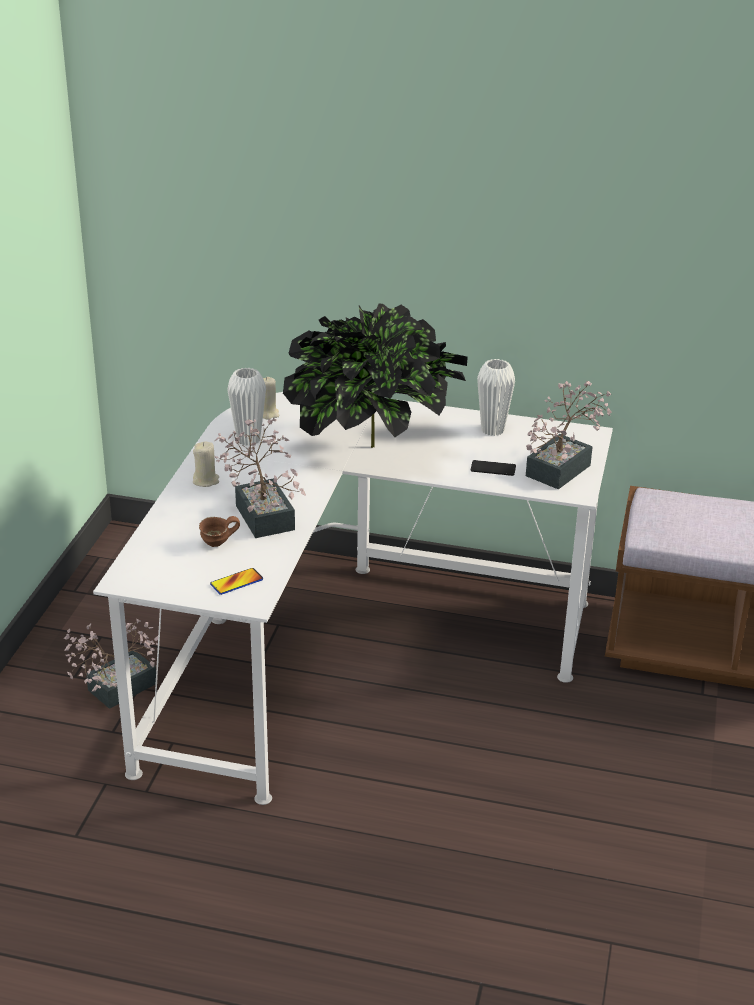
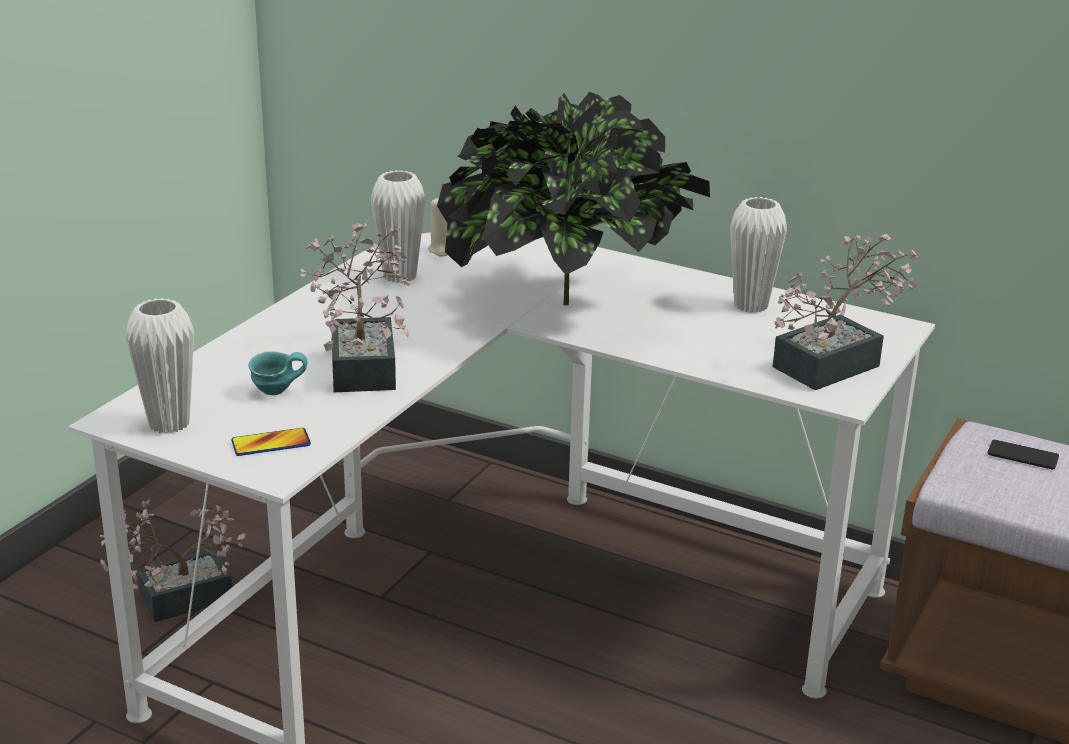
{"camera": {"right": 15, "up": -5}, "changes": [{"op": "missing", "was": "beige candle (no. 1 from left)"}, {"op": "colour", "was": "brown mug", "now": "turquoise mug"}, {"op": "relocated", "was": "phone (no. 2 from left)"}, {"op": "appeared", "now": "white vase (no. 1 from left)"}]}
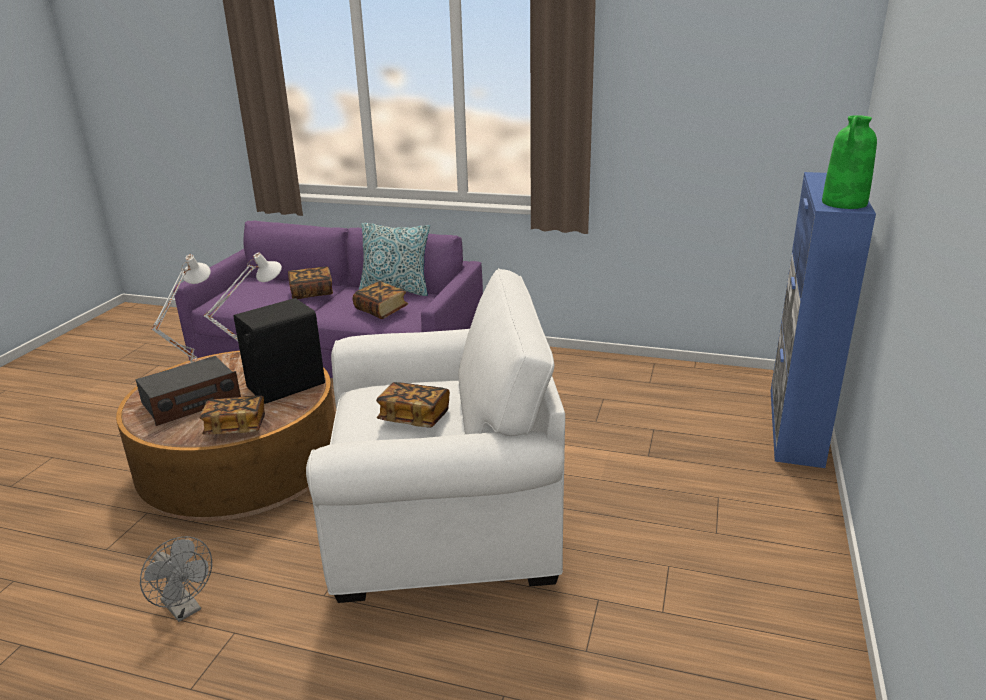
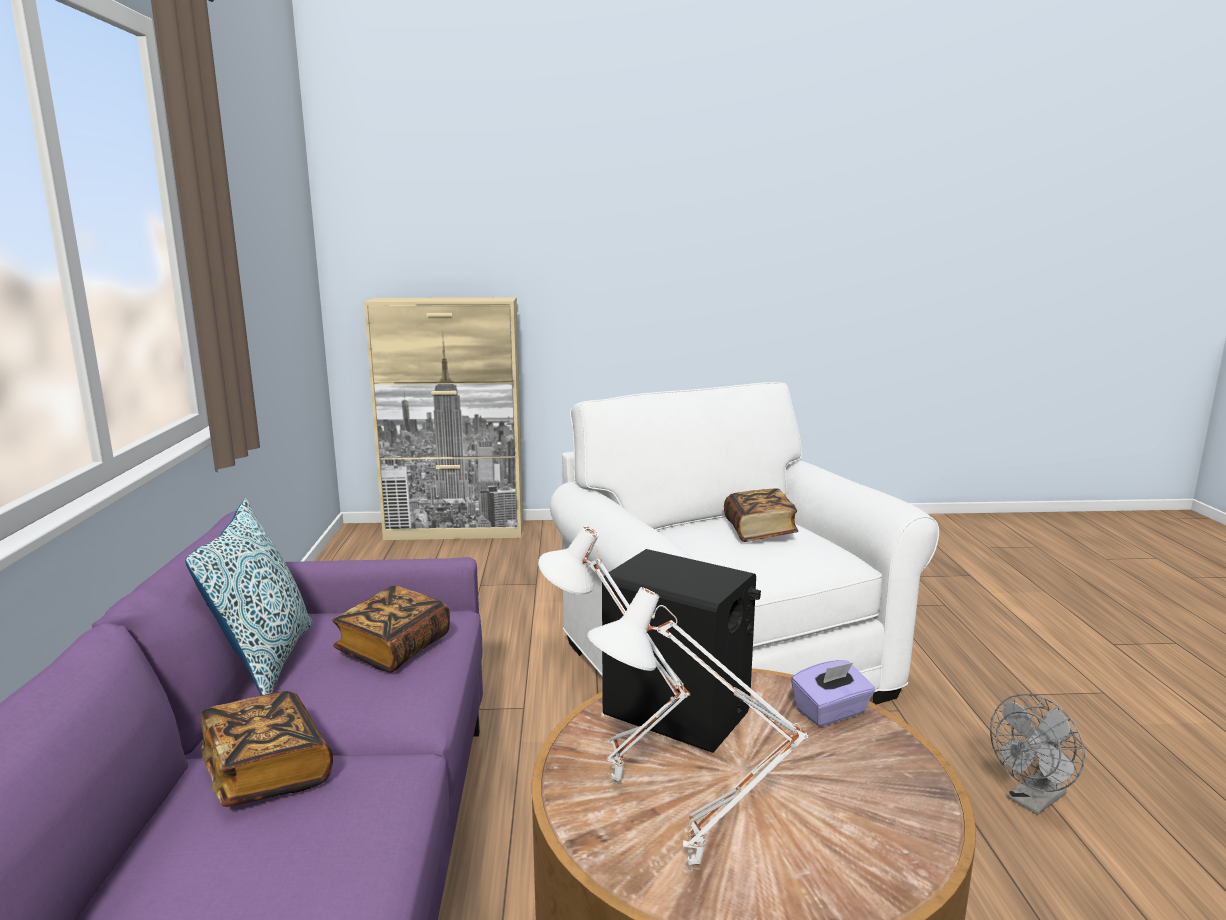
{"camera": {"right": -110, "up": -10}, "changes": [{"op": "missing", "was": "radio"}, {"op": "spun", "was": "grey fan", "clockwise": -150}, {"op": "exchanged", "was": "book (no. 1 from left)", "now": "purple tissue box"}, {"op": "colour", "was": "blue cabinet", "now": "beige cabinet"}, {"op": "missing", "was": "green vase"}]}
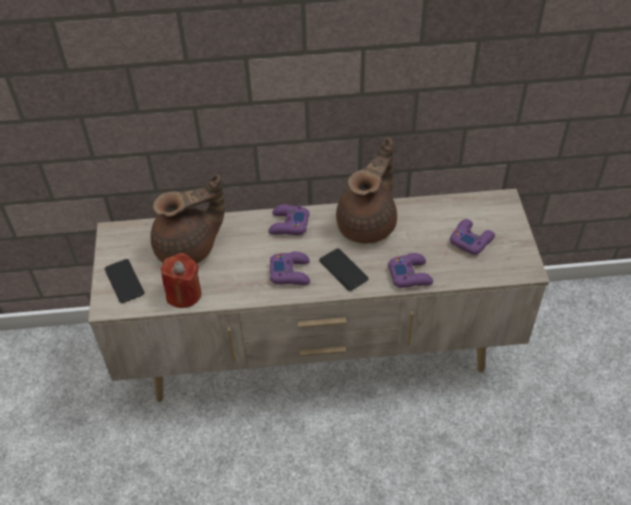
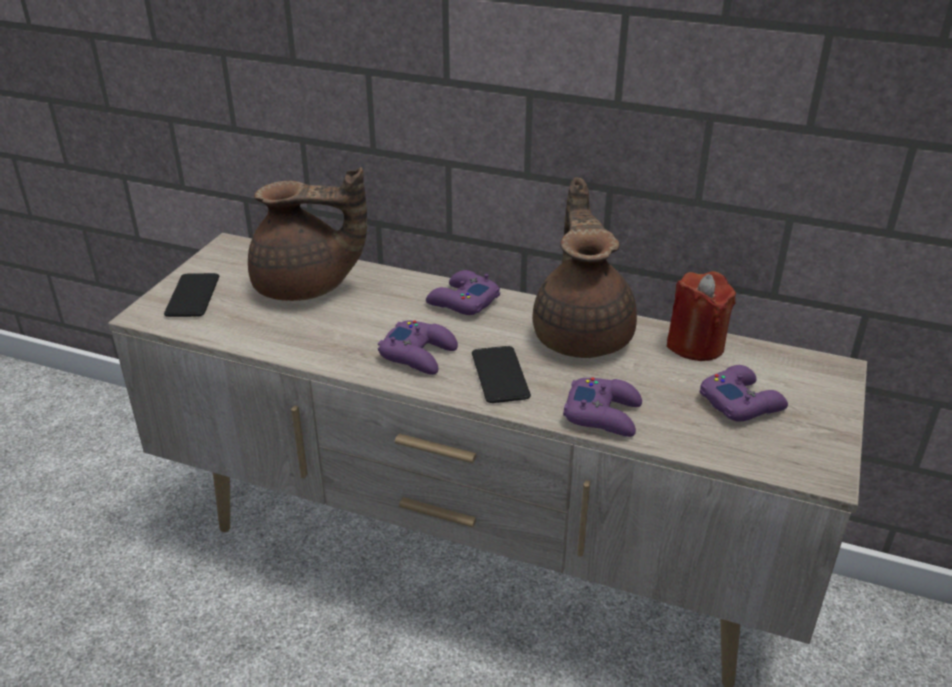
{"camera": {"right": 25, "up": -15}, "changes": [{"op": "relocated", "was": "red candle"}, {"op": "spun", "was": "brown teapot (no. 2 from left)", "clockwise": -60}]}
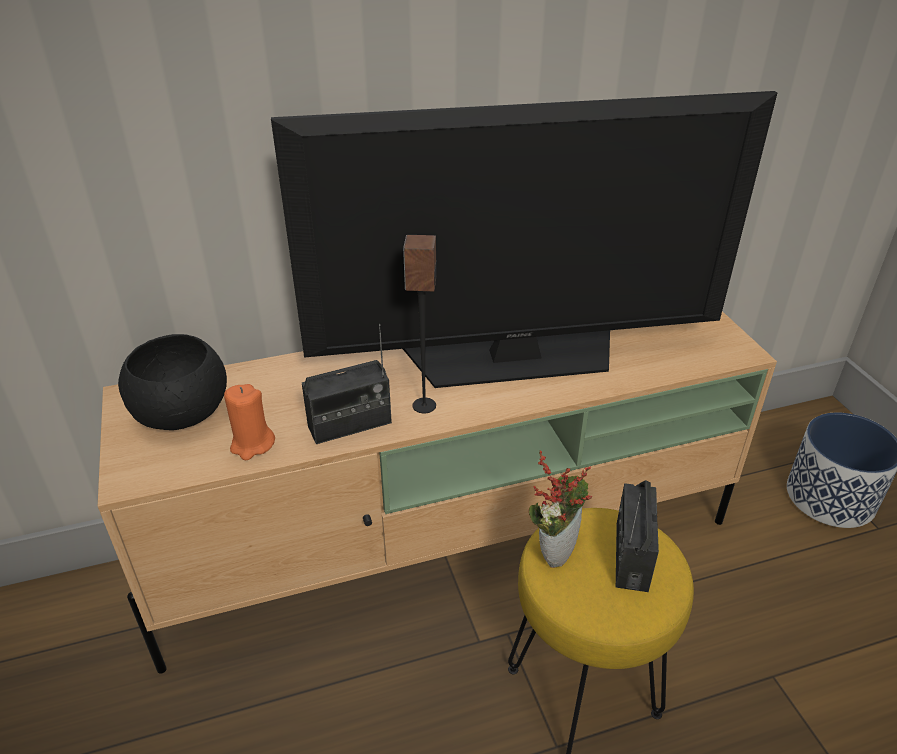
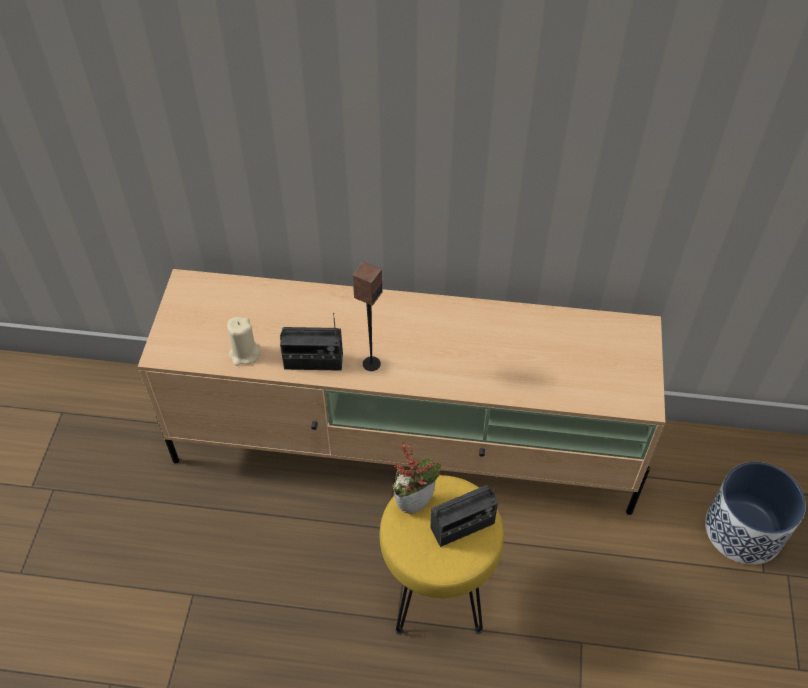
{"camera": {"right": 25, "up": 15}, "changes": [{"op": "missing", "was": "black bowl"}, {"op": "colour", "was": "orange candle", "now": "beige candle"}, {"op": "missing", "was": "television"}, {"op": "spun", "was": "radio (no. 2 from left)", "clockwise": -150}]}
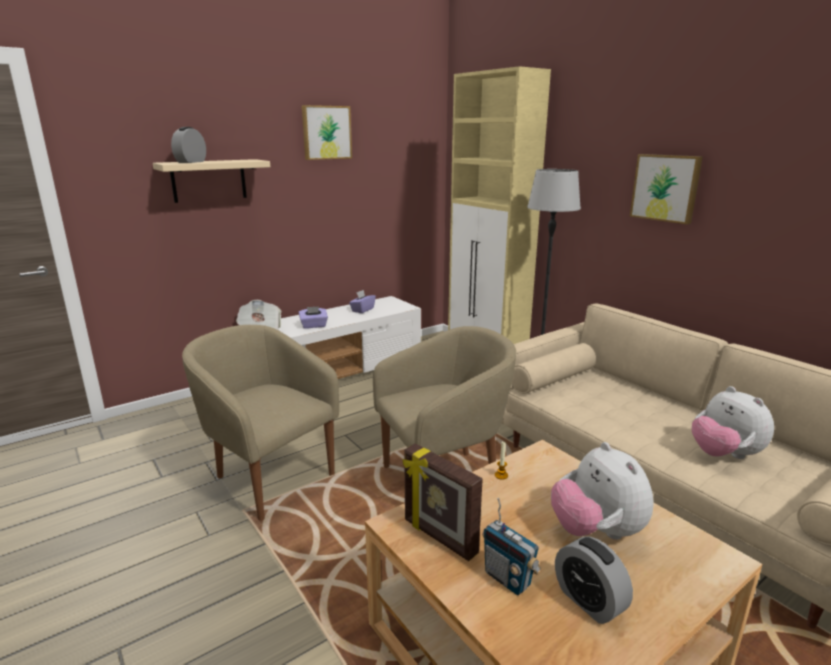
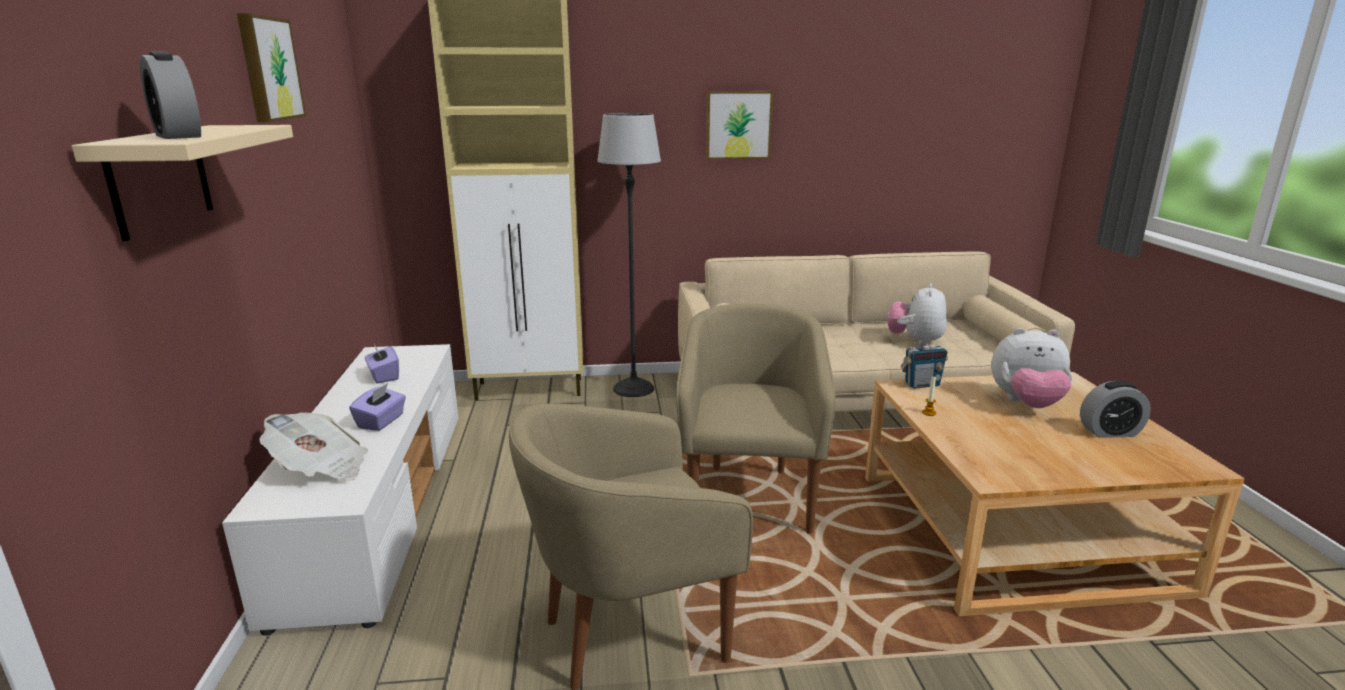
{"camera": {"right": -60, "up": 0}, "changes": [{"op": "missing", "was": "picture frame"}, {"op": "relocated", "was": "radio"}, {"op": "spun", "was": "plush toy (no. 2 from left in the first image)", "clockwise": 105}]}
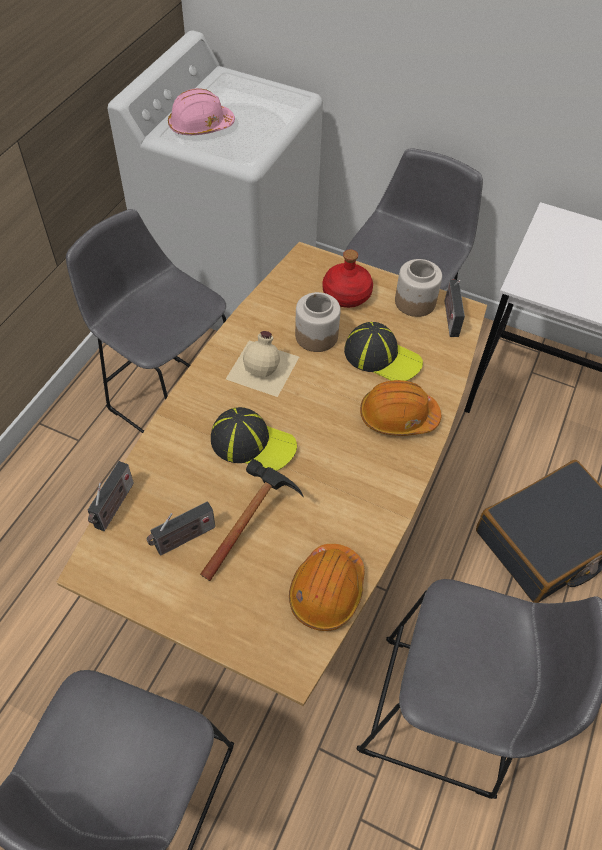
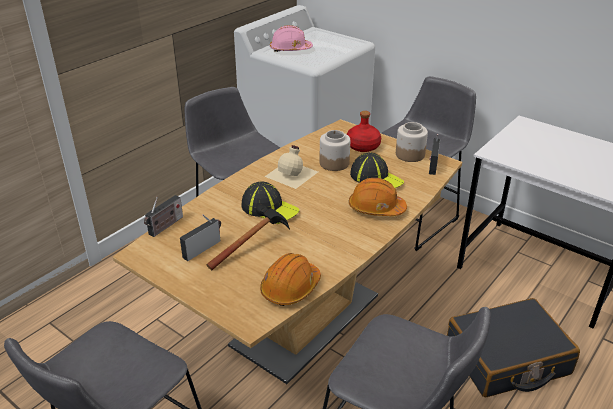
{"camera": {"right": 15, "up": -20}, "changes": [{"op": "spun", "was": "radio (no. 2 from left)", "clockwise": 150}]}
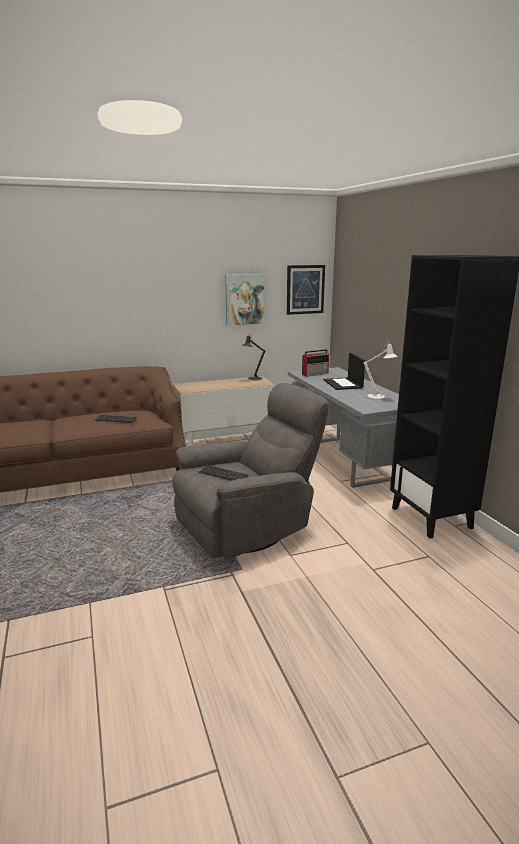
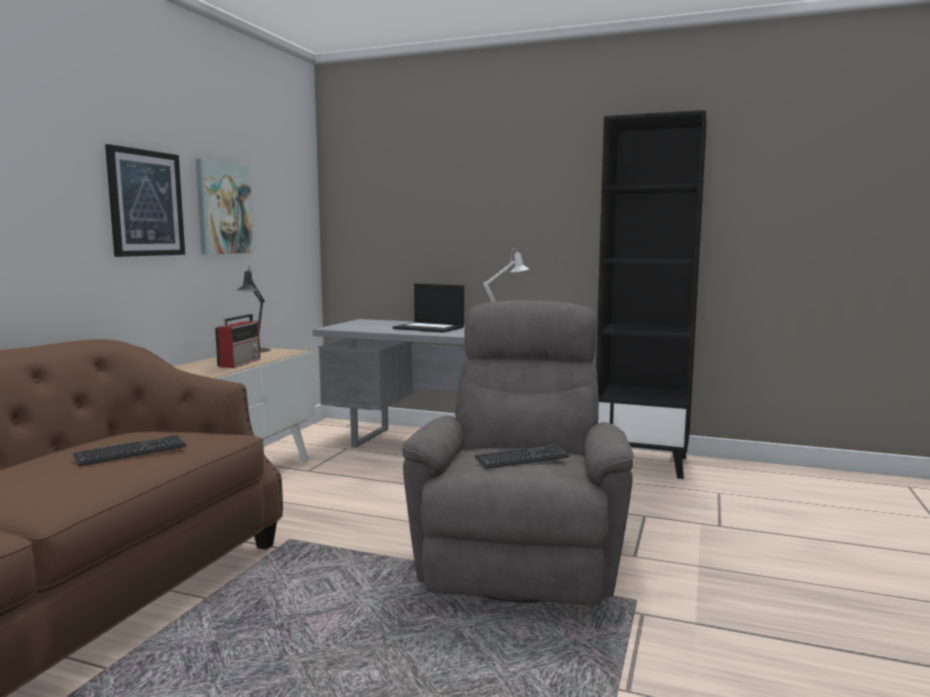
{"camera": {"right": -50, "up": -10}, "changes": [{"op": "relocated", "was": "picture (no. 2 from left in the first image)", "now": "picture (no. 1 from left)"}, {"op": "relocated", "was": "radio"}]}
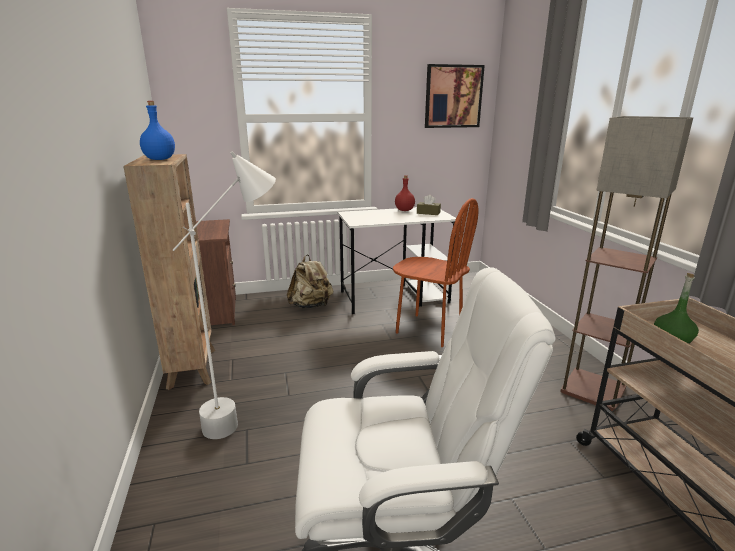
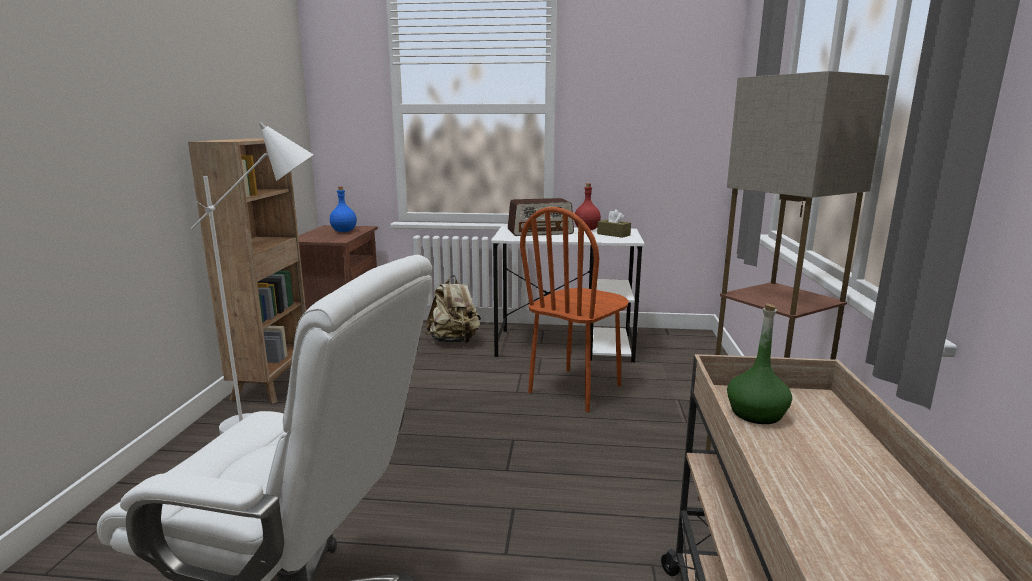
{"camera": {"right": 20, "up": -5}, "changes": [{"op": "relocated", "was": "blue bottle"}, {"op": "spun", "was": "brown chair", "clockwise": 75}, {"op": "missing", "was": "picture"}, {"op": "appeared", "now": "radio"}]}
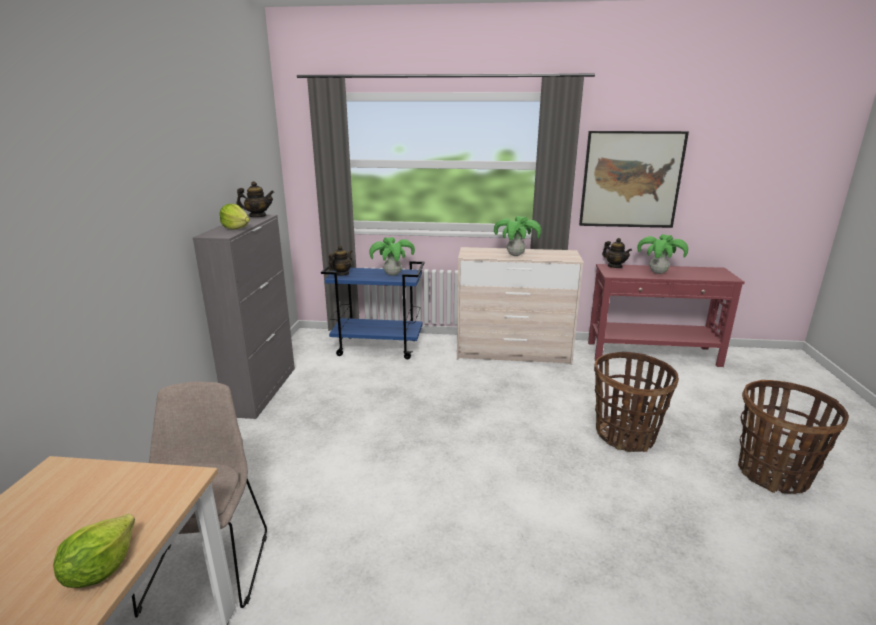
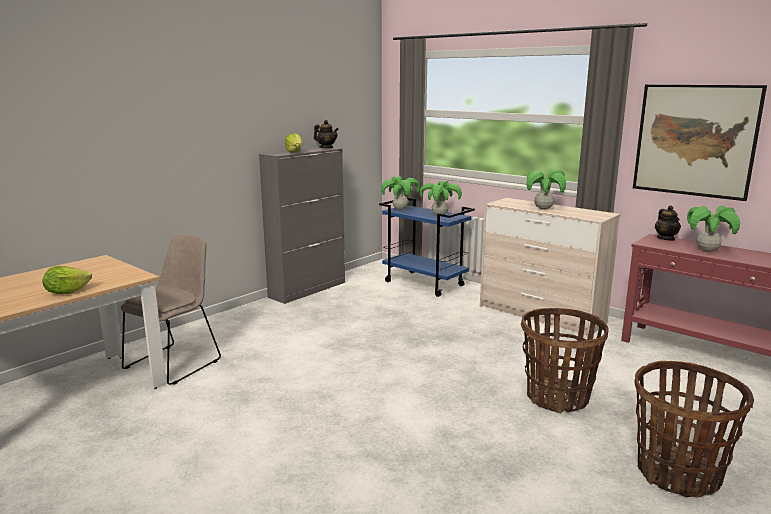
{"camera": {"right": 35, "up": -5}, "changes": [{"op": "exchanged", "was": "teapot (no. 2 from left)", "now": "potted plant (no. 1 from left)"}]}
